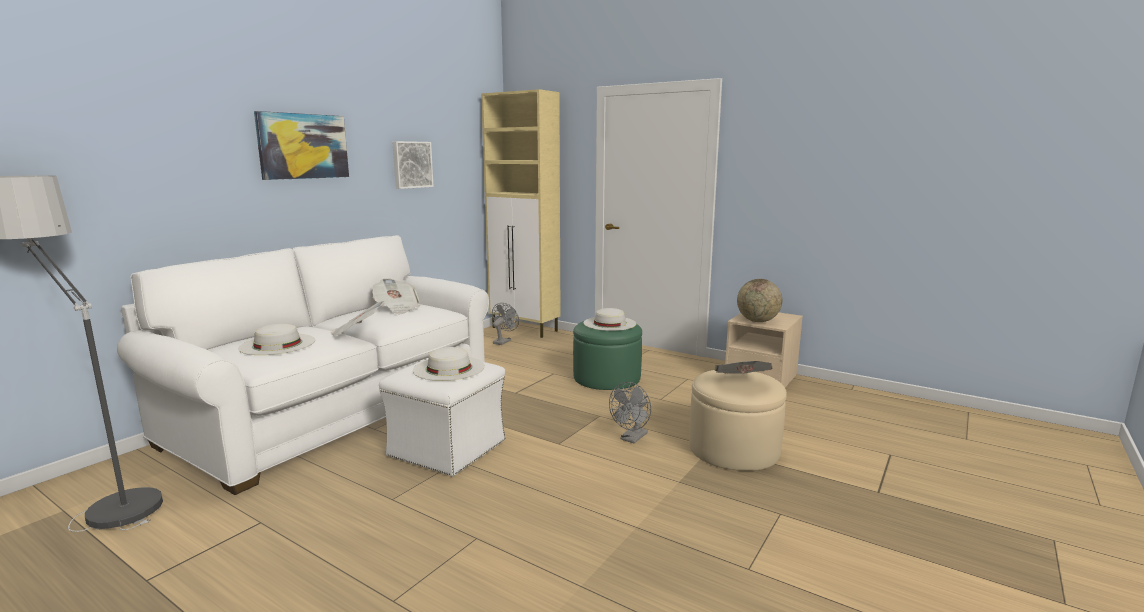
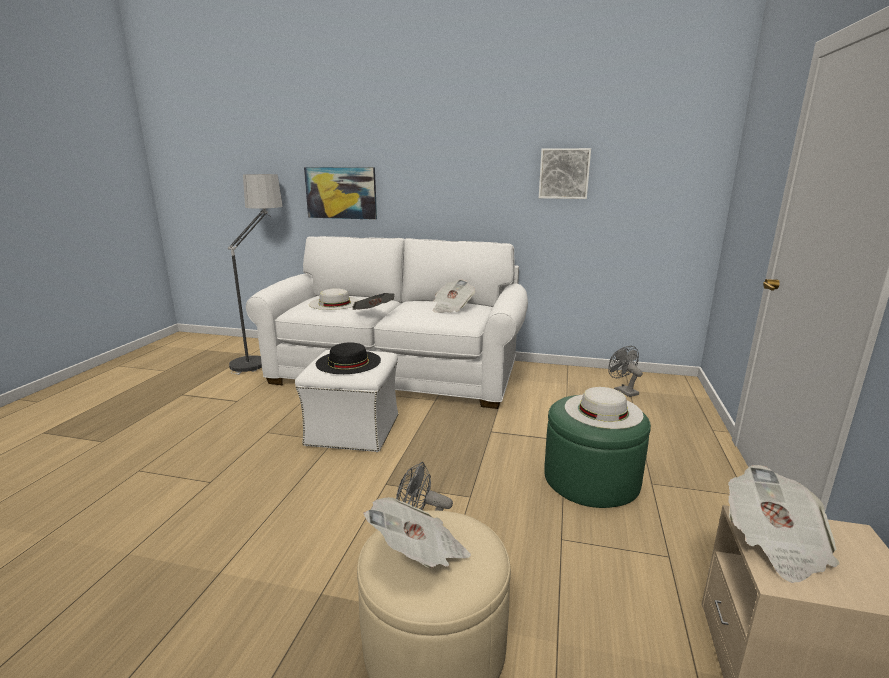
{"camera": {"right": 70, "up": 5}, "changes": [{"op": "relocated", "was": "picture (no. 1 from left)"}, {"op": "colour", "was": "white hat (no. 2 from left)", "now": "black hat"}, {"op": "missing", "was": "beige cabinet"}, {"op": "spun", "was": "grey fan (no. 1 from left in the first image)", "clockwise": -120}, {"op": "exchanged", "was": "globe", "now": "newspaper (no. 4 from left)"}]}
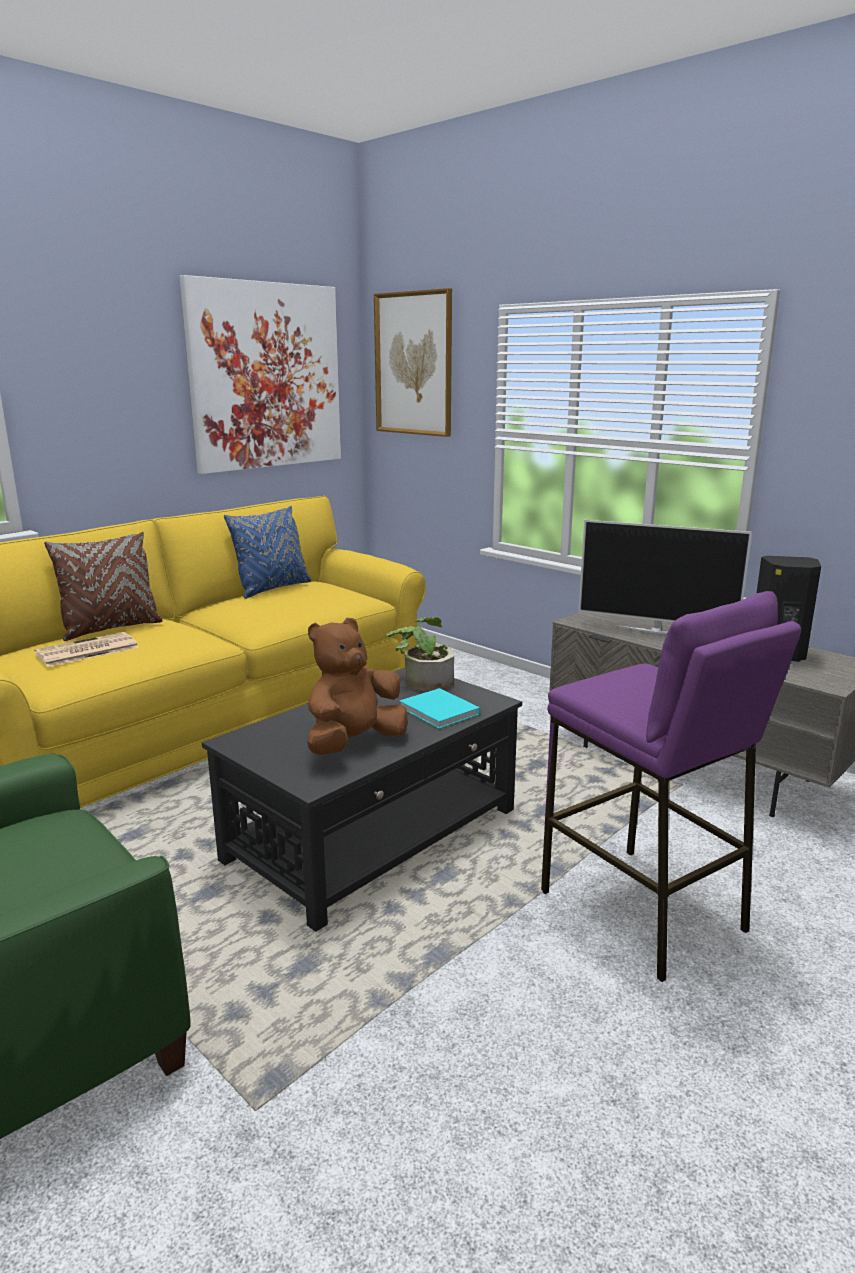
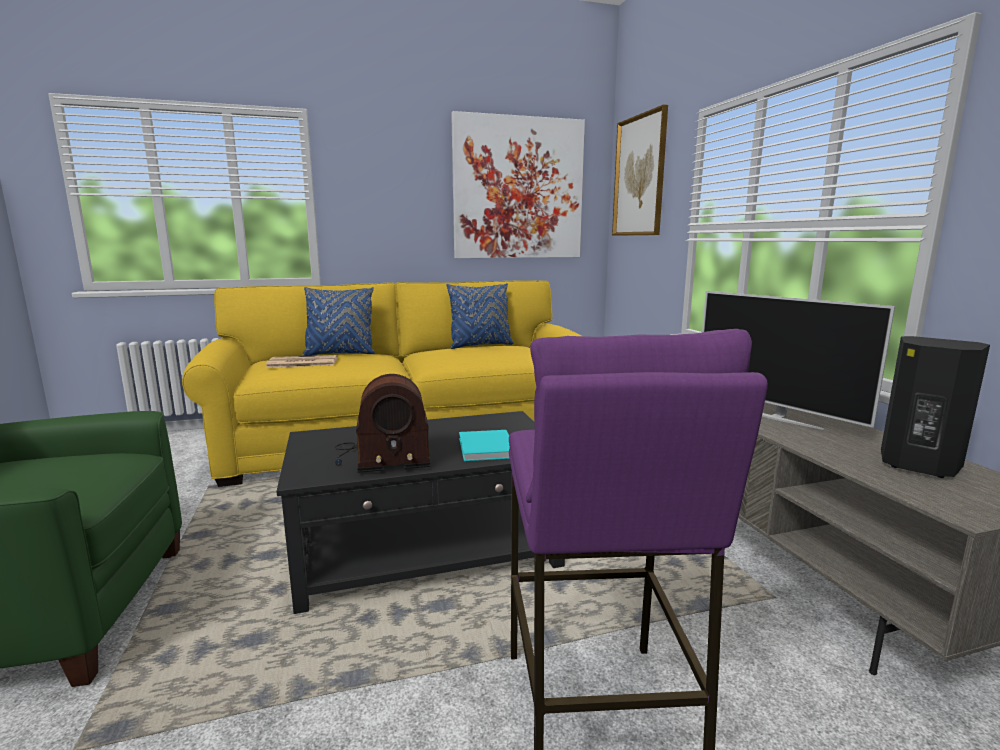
{"camera": {"right": 30, "up": -5}, "changes": [{"op": "colour", "was": "brown pillow", "now": "blue pillow (no. 1 from left)"}, {"op": "exchanged", "was": "brown plush toy", "now": "radio"}, {"op": "missing", "was": "potted plant"}]}
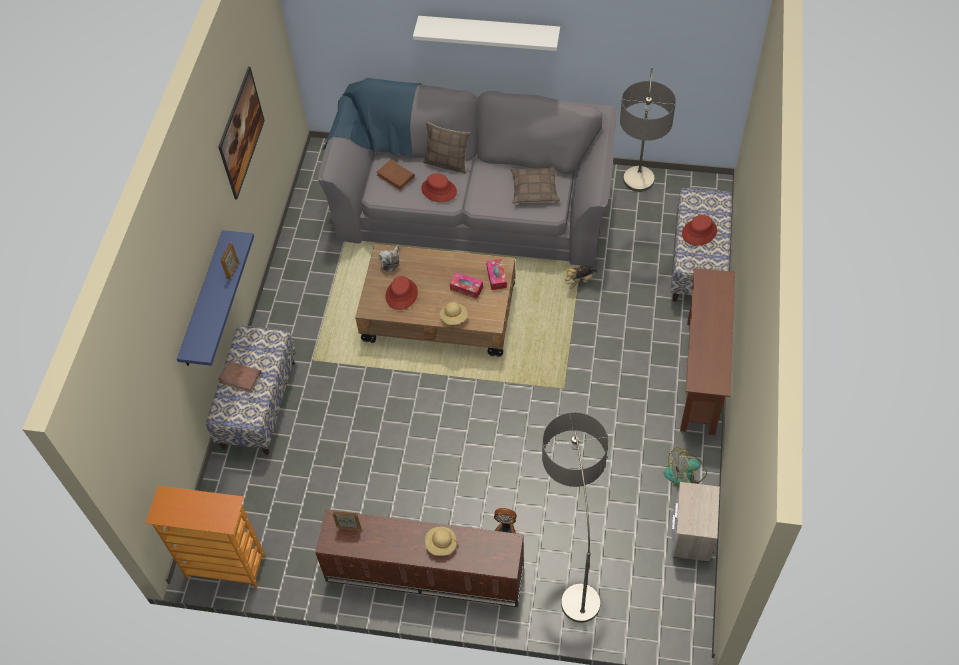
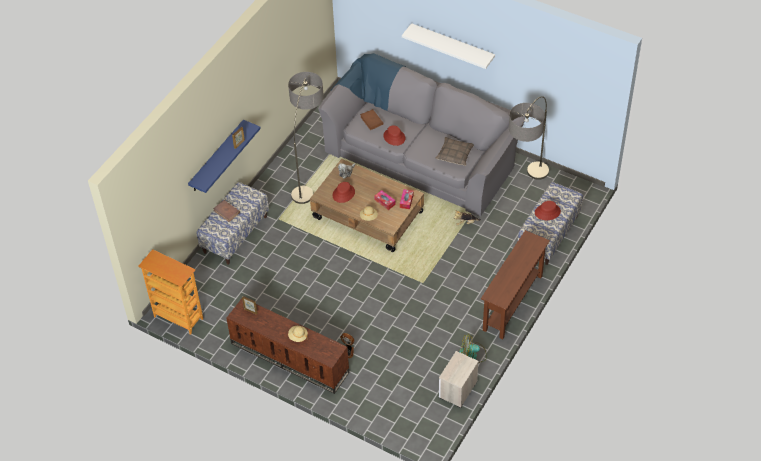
{"camera": {"right": 20, "up": -5}, "changes": [{"op": "missing", "was": "picture"}, {"op": "missing", "was": "pillow (no. 1 from left)"}, {"op": "relocated", "was": "floor lamp (no. 1 from left)"}]}
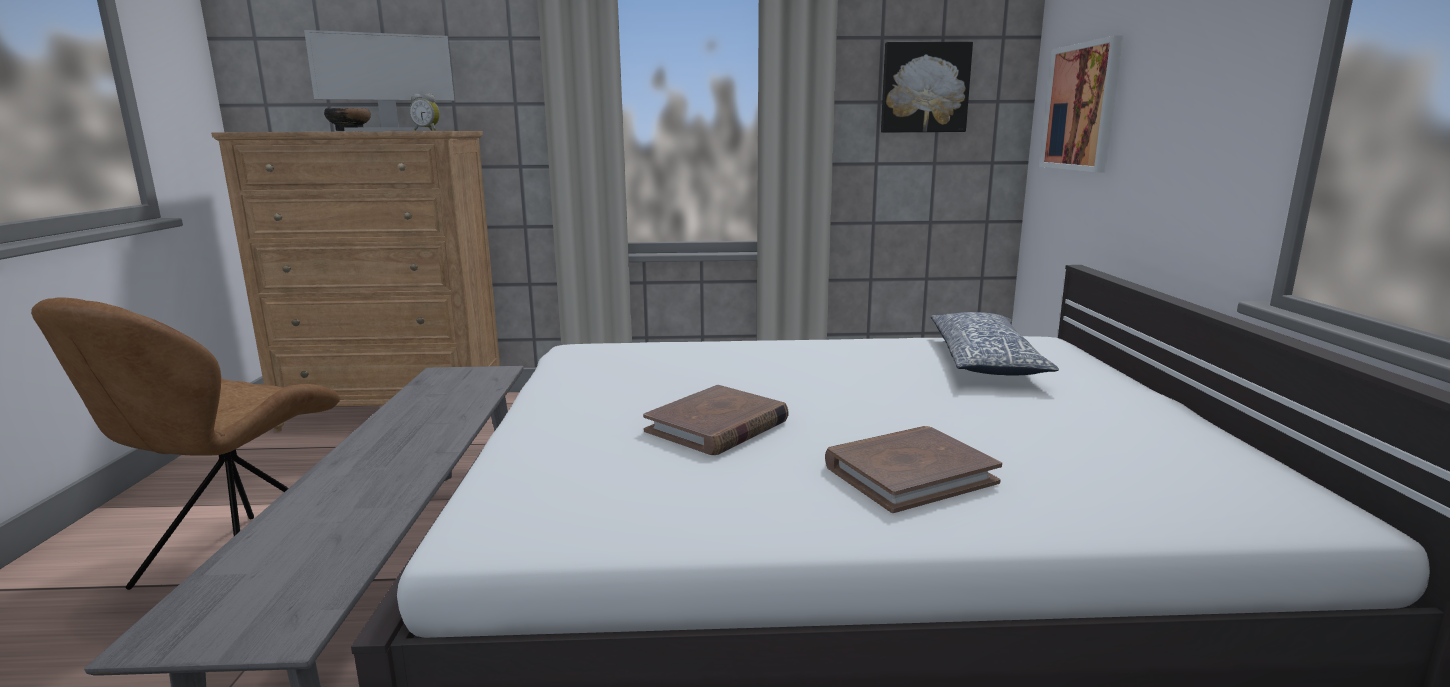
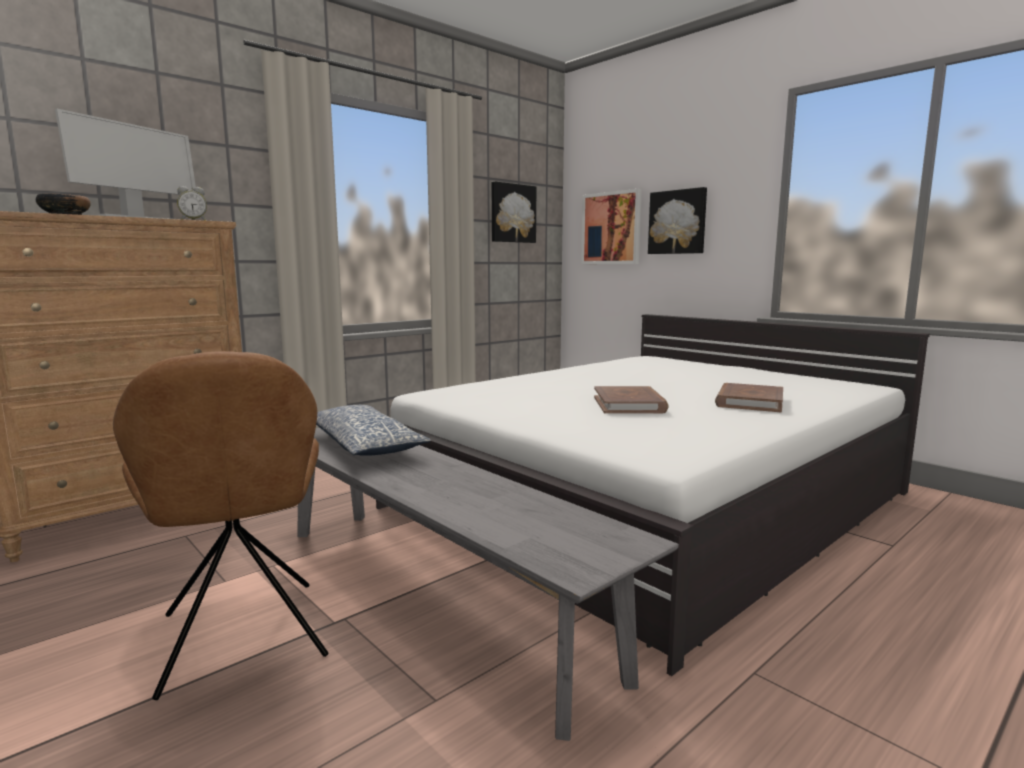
{"camera": {"right": -40, "up": -5}, "changes": [{"op": "relocated", "was": "pillow"}, {"op": "appeared", "now": "picture (no. 3 from left)"}]}
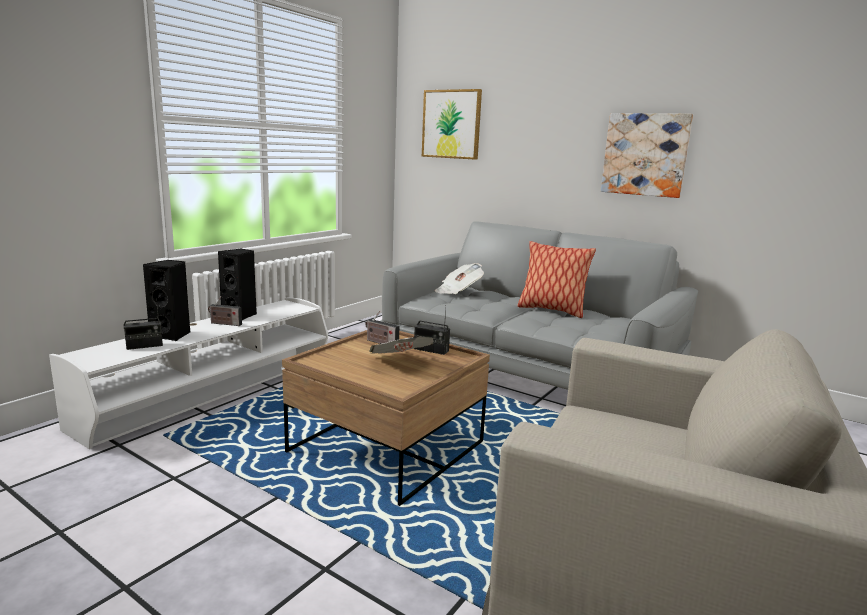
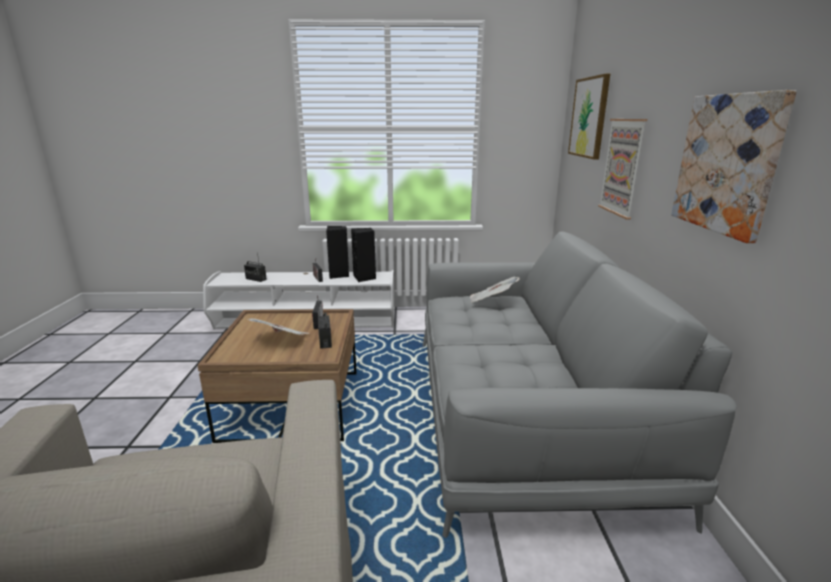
{"camera": {"right": 55, "up": 5}, "changes": [{"op": "relocated", "was": "black speaker (no. 1 from left in the first image)", "now": "black speaker (no. 2 from left)"}, {"op": "missing", "was": "pillow"}, {"op": "appeared", "now": "picture (no. 2 from left)"}]}
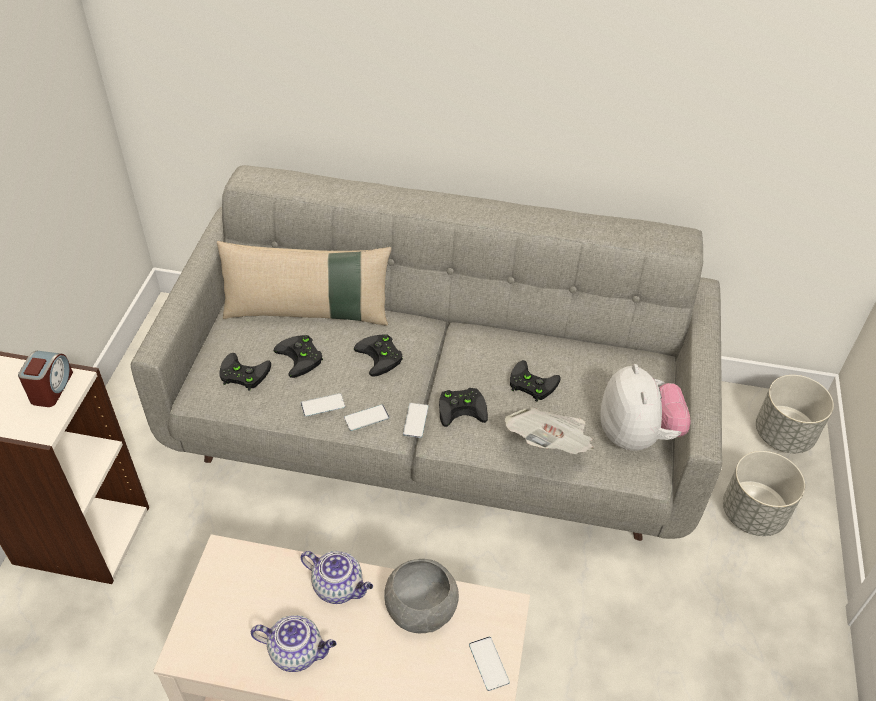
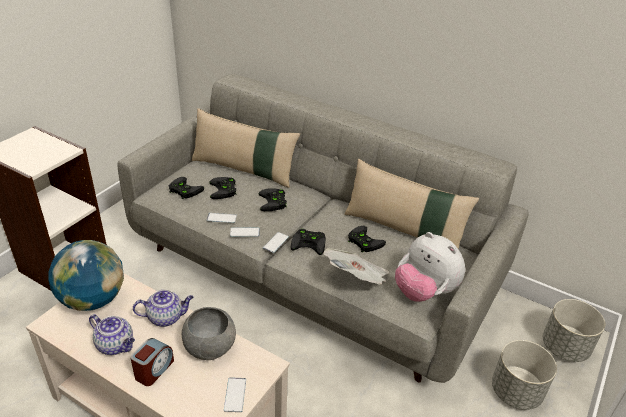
{"camera": {"right": 20, "up": -10}, "changes": [{"op": "relocated", "was": "alarm clock"}, {"op": "spun", "was": "teapot (no. 2 from left)", "clockwise": -60}, {"op": "spun", "was": "plush toy", "clockwise": 120}, {"op": "appeared", "now": "globe"}, {"op": "appeared", "now": "beige pillow (no. 2 from left)"}]}
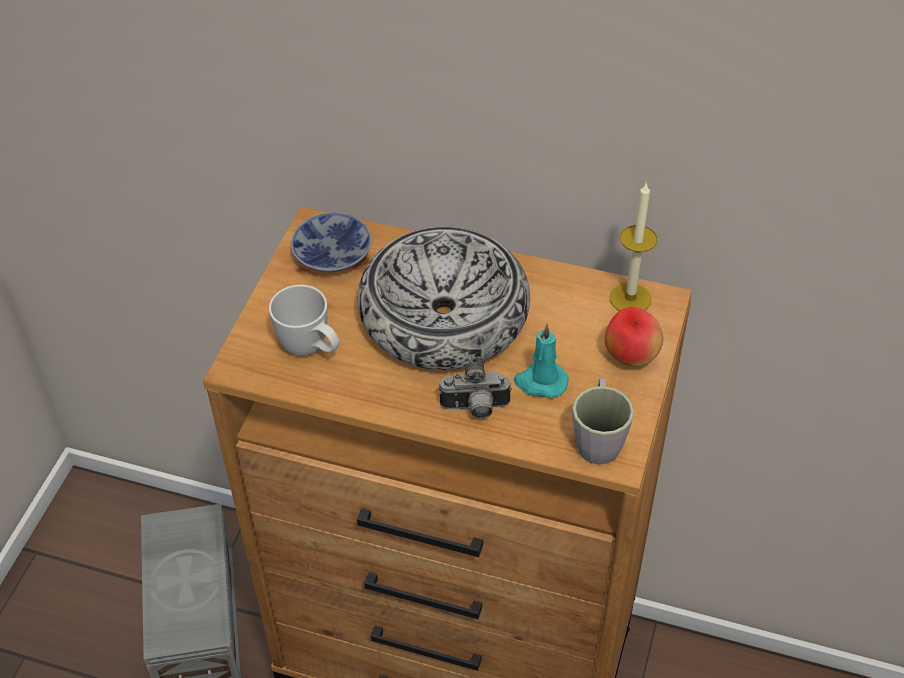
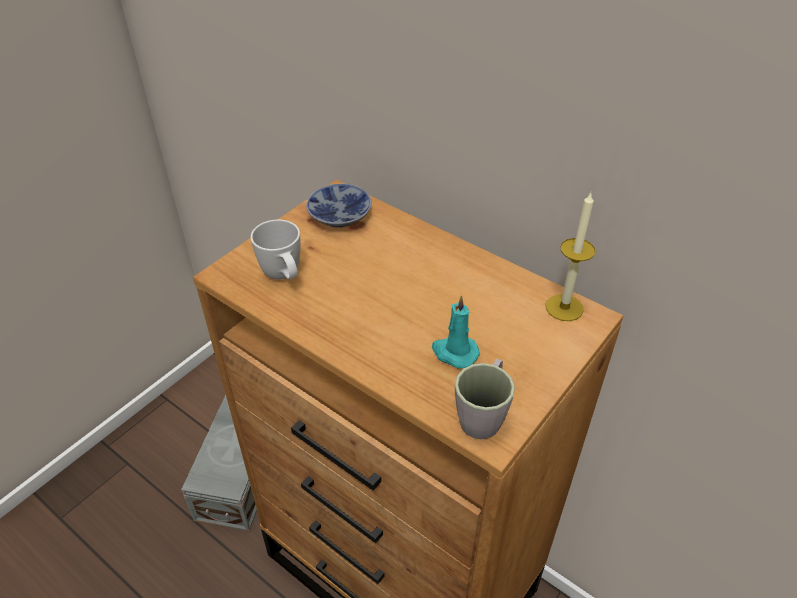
{"camera": {"right": 20, "up": -5}, "changes": [{"op": "missing", "was": "bowl (no. 2 from left)"}, {"op": "missing", "was": "photo camera"}, {"op": "missing", "was": "apple"}]}
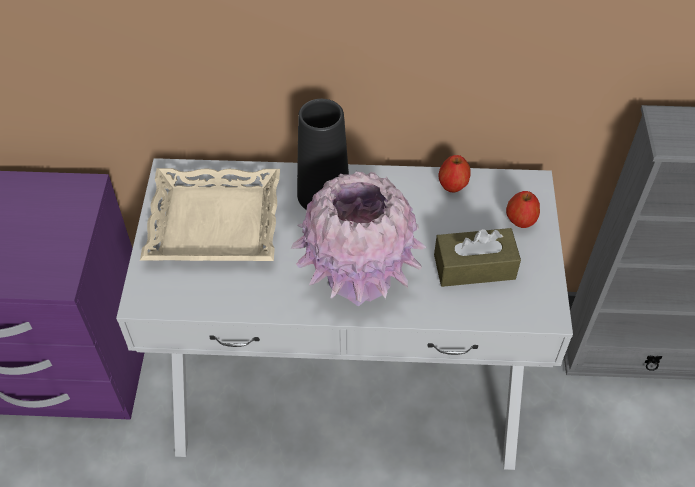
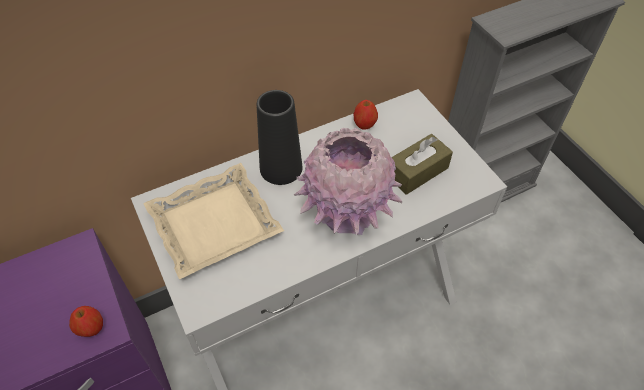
{"camera": {"right": -30, "up": 0}, "changes": [{"op": "relocated", "was": "apple (no. 2 from left in the first image)", "now": "apple (no. 1 from left)"}]}
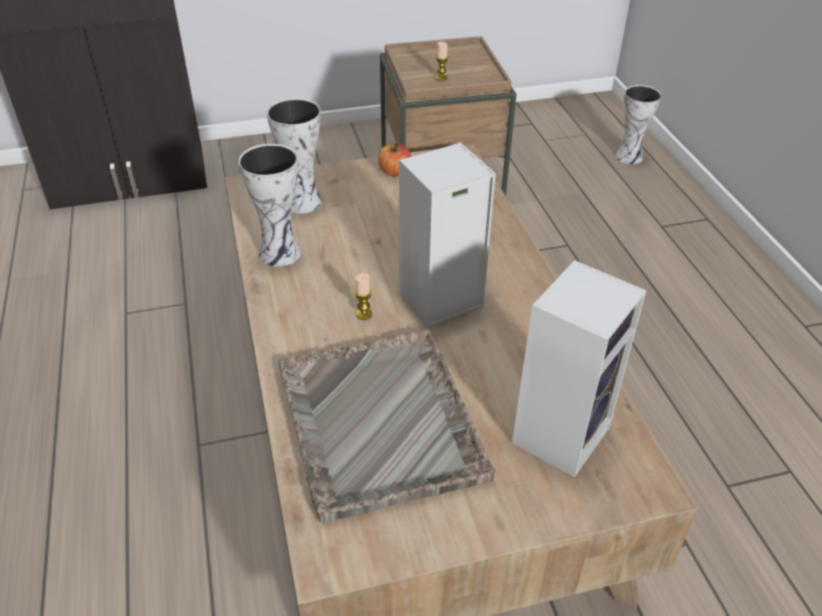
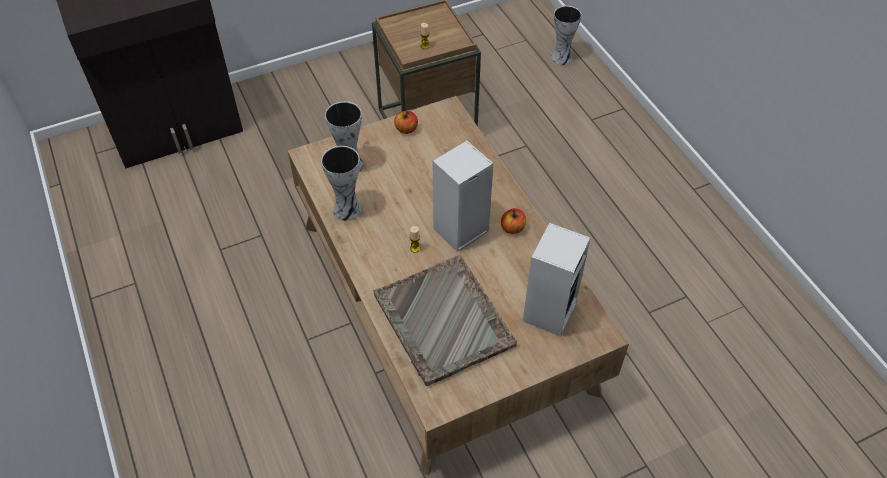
{"camera": {"right": -10, "up": 10}, "changes": [{"op": "appeared", "now": "apple (no. 2 from left)"}]}
